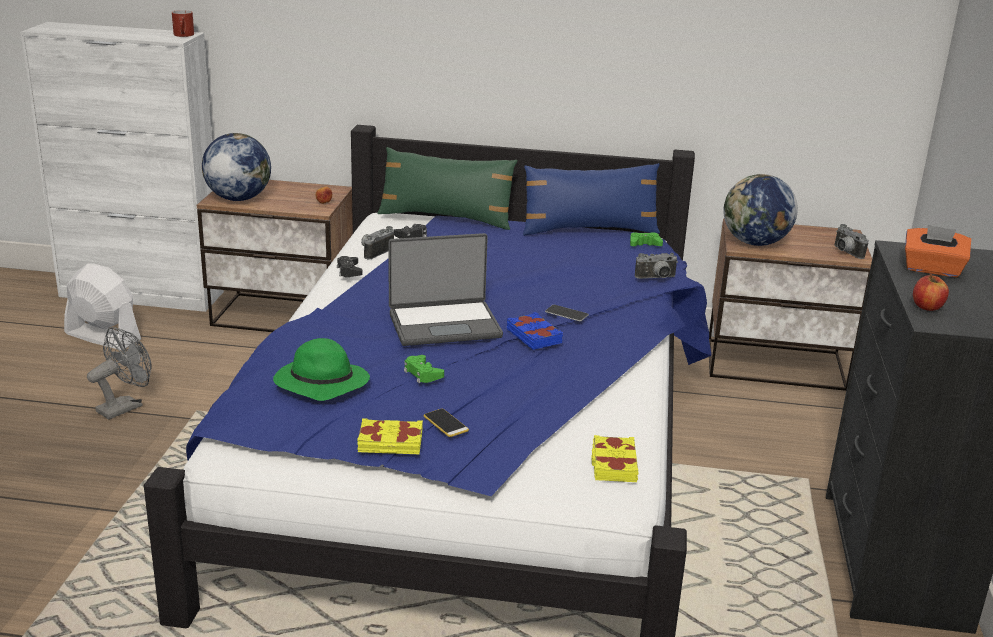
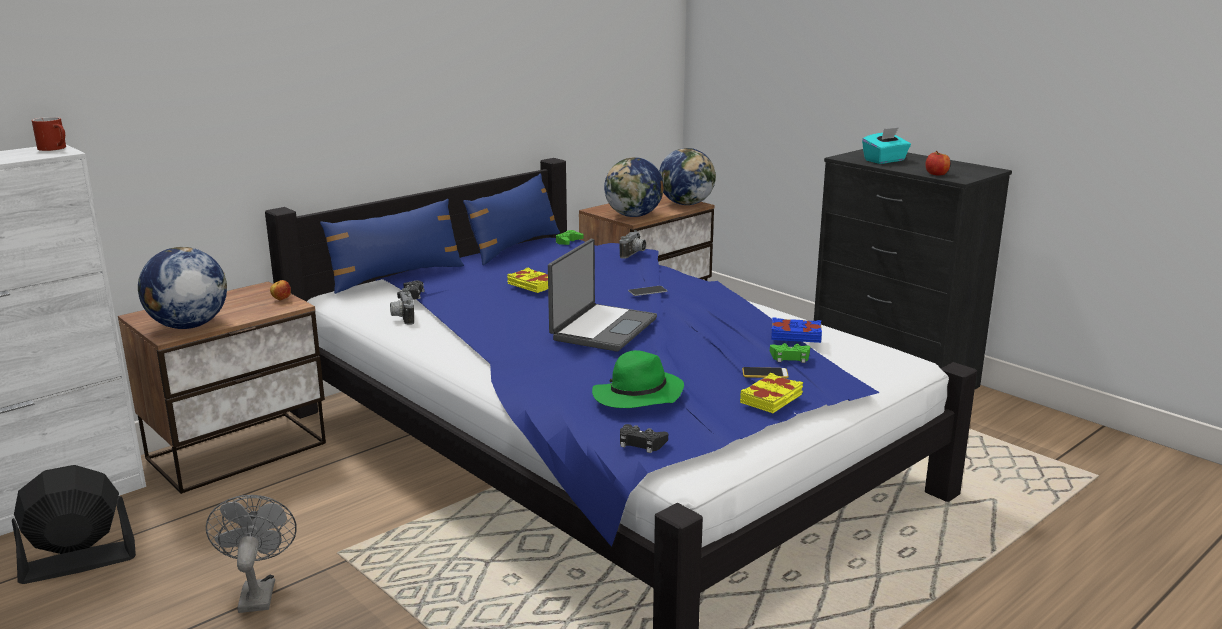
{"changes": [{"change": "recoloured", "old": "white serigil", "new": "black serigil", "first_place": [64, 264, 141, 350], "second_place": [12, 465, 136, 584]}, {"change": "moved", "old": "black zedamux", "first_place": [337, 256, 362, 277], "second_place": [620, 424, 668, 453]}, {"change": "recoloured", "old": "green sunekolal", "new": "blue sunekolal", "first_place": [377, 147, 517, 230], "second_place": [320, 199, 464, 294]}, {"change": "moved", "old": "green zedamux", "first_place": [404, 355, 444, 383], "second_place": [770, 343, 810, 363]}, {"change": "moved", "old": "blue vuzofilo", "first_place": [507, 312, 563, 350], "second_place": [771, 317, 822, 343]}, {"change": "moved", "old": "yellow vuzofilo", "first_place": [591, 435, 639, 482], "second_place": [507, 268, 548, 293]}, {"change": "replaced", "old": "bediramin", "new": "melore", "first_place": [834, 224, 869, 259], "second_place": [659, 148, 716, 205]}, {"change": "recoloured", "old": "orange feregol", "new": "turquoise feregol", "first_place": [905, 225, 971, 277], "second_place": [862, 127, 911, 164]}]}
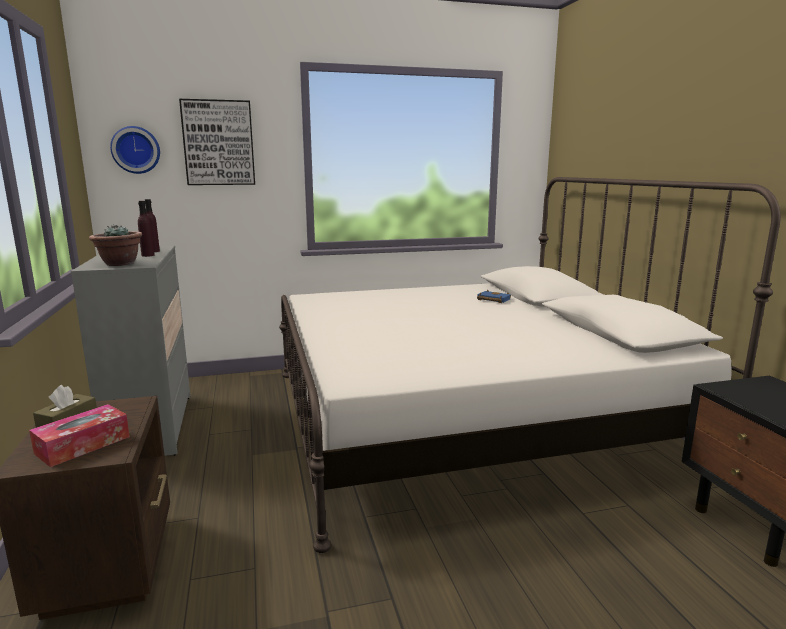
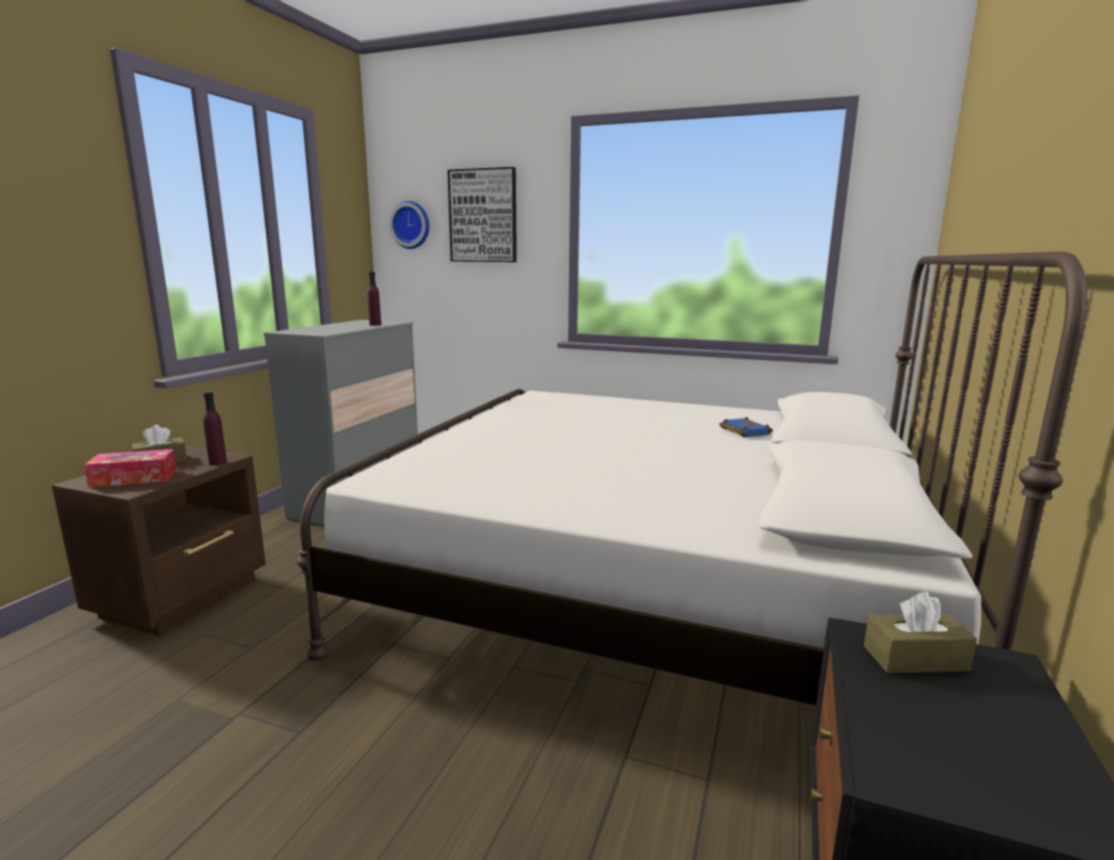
{"changes": [{"change": "removed", "old": "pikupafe", "first_place": [89, 224, 142, 266]}, {"change": "moved", "old": "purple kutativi", "first_place": [138, 201, 155, 257], "second_place": [203, 392, 227, 465]}, {"change": "added", "new": "brown feregol", "second_place": [864, 592, 977, 673]}]}
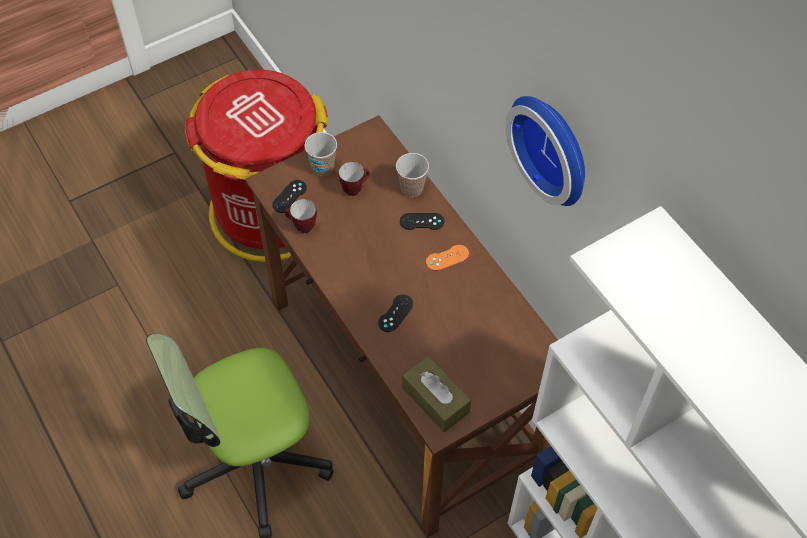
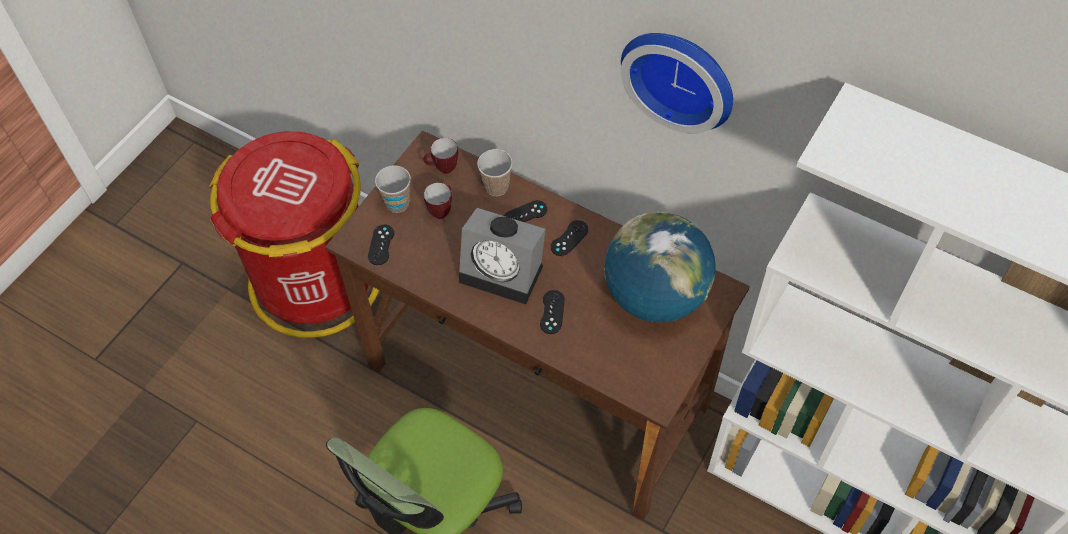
{"changes": [{"change": "moved", "old": "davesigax", "first_place": [285, 199, 317, 233], "second_place": [423, 138, 458, 174]}, {"change": "removed", "old": "brown feregol", "first_place": [403, 356, 471, 432]}, {"change": "recoloured", "old": "orange zedamux", "new": "black zedamux", "first_place": [426, 245, 469, 271], "second_place": [551, 220, 589, 256]}, {"change": "added", "new": "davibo", "second_place": [459, 208, 545, 304]}, {"change": "added", "new": "melore", "second_place": [604, 212, 716, 323]}]}
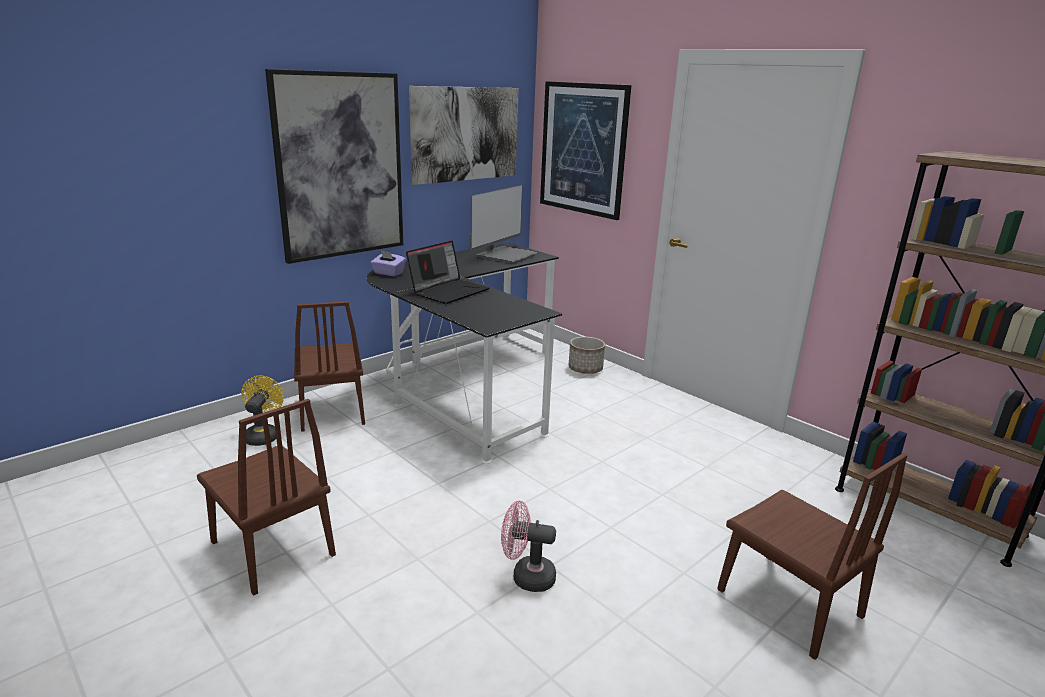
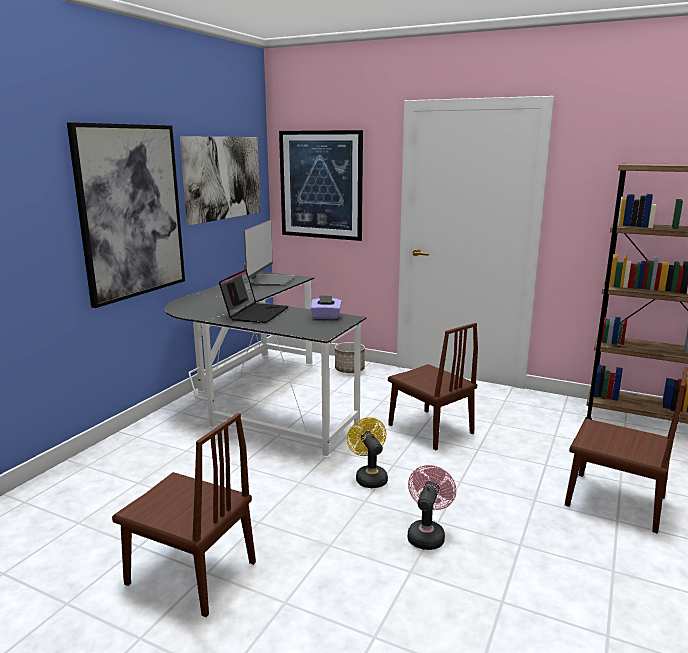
{"changes": [{"change": "moved", "old": "yellow serigil", "first_place": [241, 376, 284, 446], "second_place": [347, 417, 388, 488]}, {"change": "moved", "old": "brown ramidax", "first_place": [294, 301, 365, 432], "second_place": [388, 323, 478, 450]}, {"change": "moved", "old": "purple feregol", "first_place": [371, 251, 406, 277], "second_place": [310, 295, 342, 319]}, {"change": "turned", "old": "pink serigil", "first_place": [501, 501, 556, 592], "second_place": [408, 465, 456, 550], "degrees": 120}]}
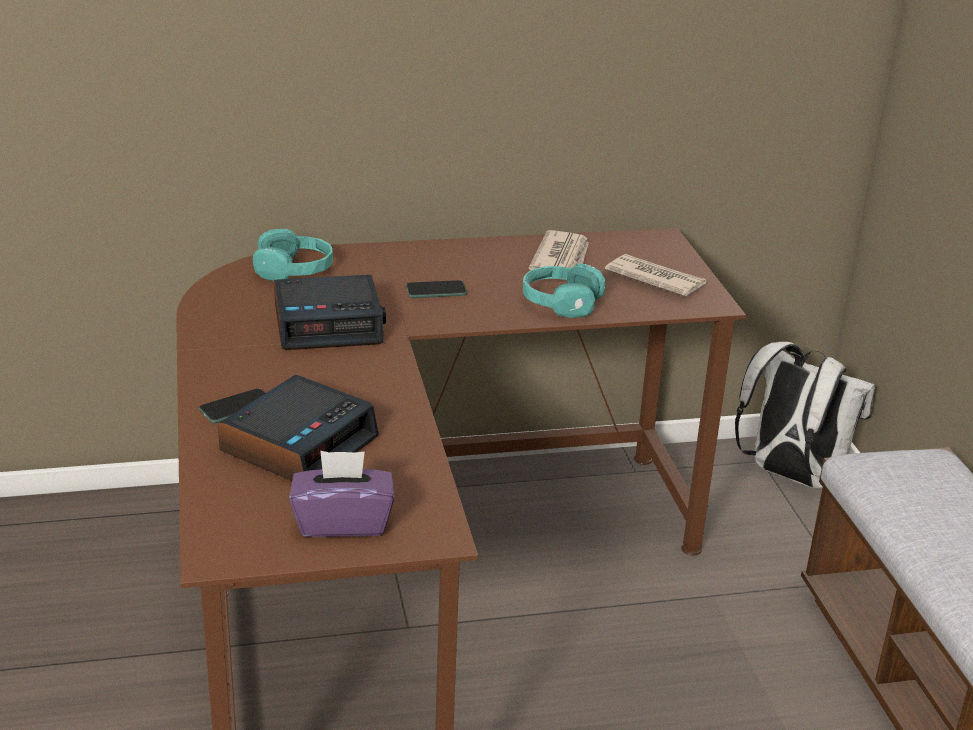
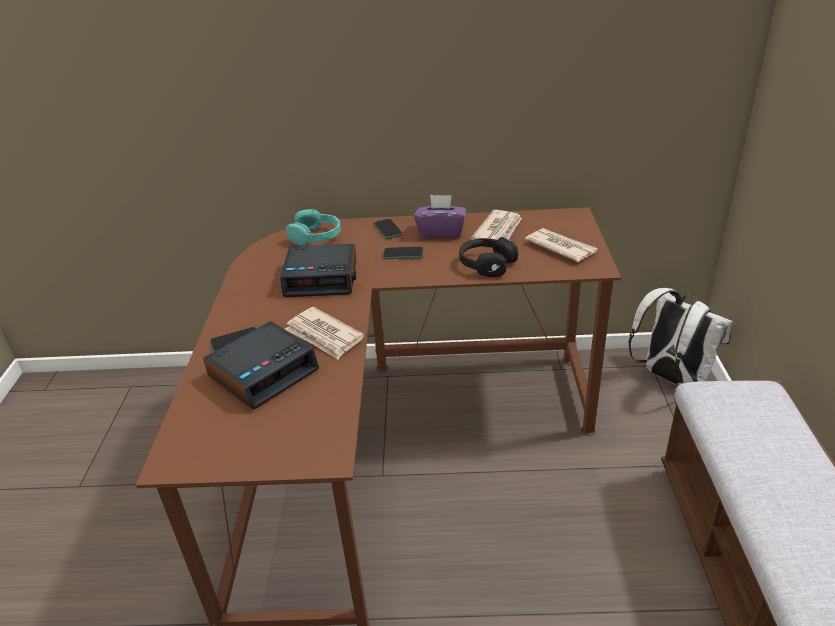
{"changes": [{"change": "moved", "old": "purple feregol", "first_place": [289, 451, 394, 537], "second_place": [414, 195, 466, 238]}, {"change": "recoloured", "old": "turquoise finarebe", "new": "black finarebe", "first_place": [523, 263, 605, 318], "second_place": [459, 237, 518, 277]}, {"change": "added", "new": "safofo", "second_place": [285, 307, 364, 359]}, {"change": "added", "new": "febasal", "second_place": [373, 219, 403, 239]}]}
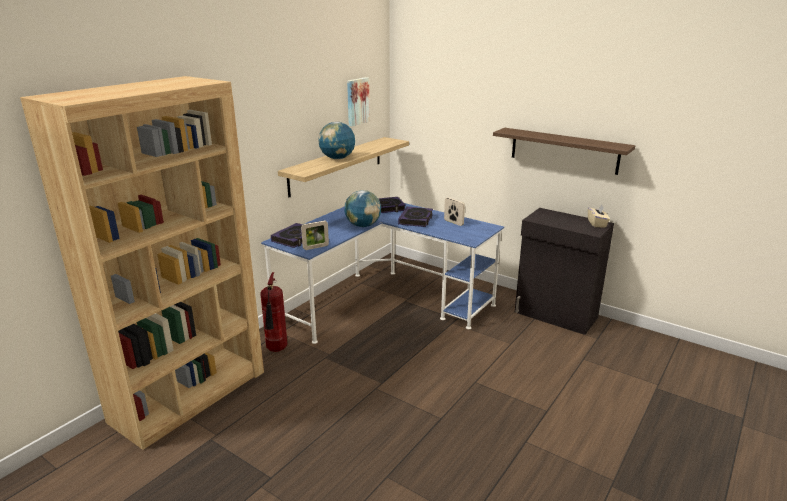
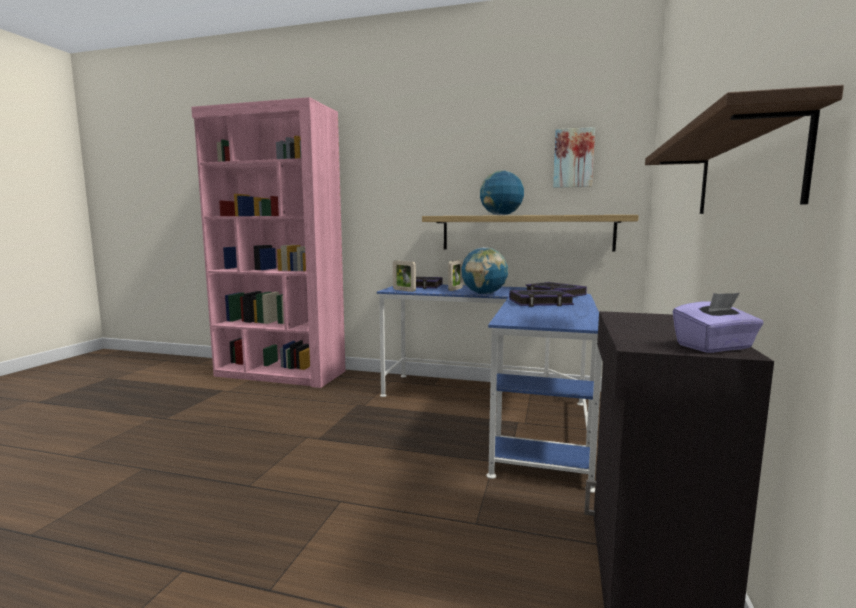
{"changes": [{"change": "recoloured", "old": "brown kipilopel", "new": "pink kipilopel", "first_place": [20, 76, 264, 450], "second_place": [191, 97, 346, 388]}, {"change": "removed", "old": "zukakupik", "first_place": [260, 272, 287, 352]}, {"change": "moved", "old": "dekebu", "first_place": [444, 197, 465, 226], "second_place": [448, 260, 463, 291]}, {"change": "recoloured", "old": "beige feregol", "new": "purple feregol", "first_place": [588, 204, 610, 227], "second_place": [673, 293, 764, 353]}]}
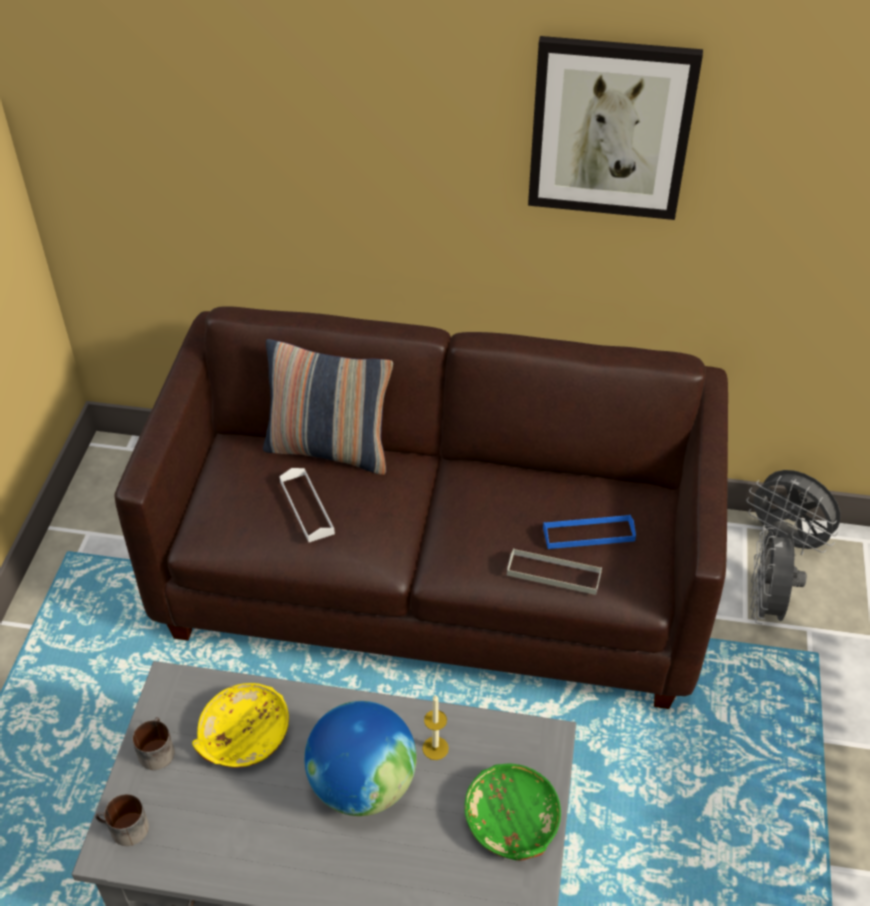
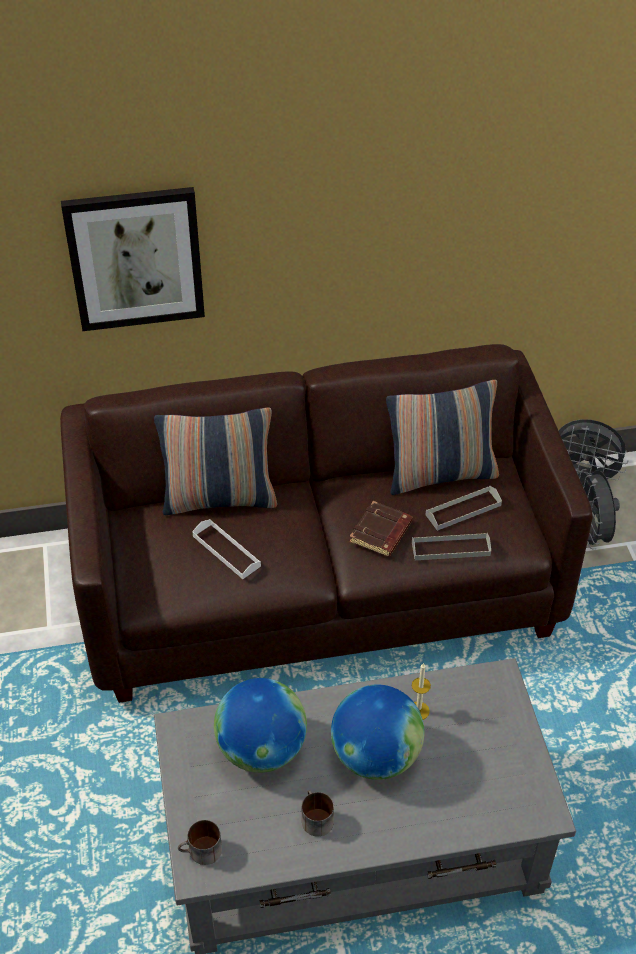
{"changes": [{"change": "moved", "old": "davesigax", "first_place": [132, 717, 174, 770], "second_place": [302, 790, 334, 836]}, {"change": "replaced", "old": "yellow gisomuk", "new": "melore", "first_place": [192, 683, 289, 768], "second_place": [214, 678, 307, 773]}, {"change": "removed", "old": "green gisomuk", "first_place": [464, 764, 561, 861]}, {"change": "moved", "old": "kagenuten", "first_place": [528, 36, 703, 220], "second_place": [61, 187, 205, 331]}, {"change": "recoloured", "old": "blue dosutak", "new": "grey dosutak", "first_place": [543, 514, 636, 549], "second_place": [426, 486, 502, 531]}, {"change": "added", "new": "brown vuzofilo", "second_place": [349, 501, 412, 557]}, {"change": "added", "new": "sunekolal", "second_place": [386, 380, 499, 495]}]}
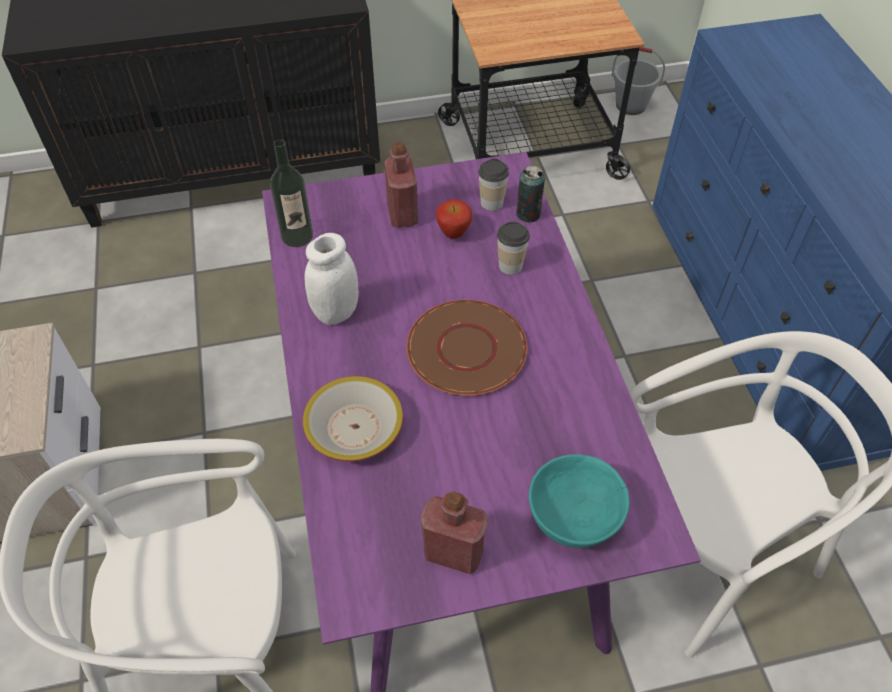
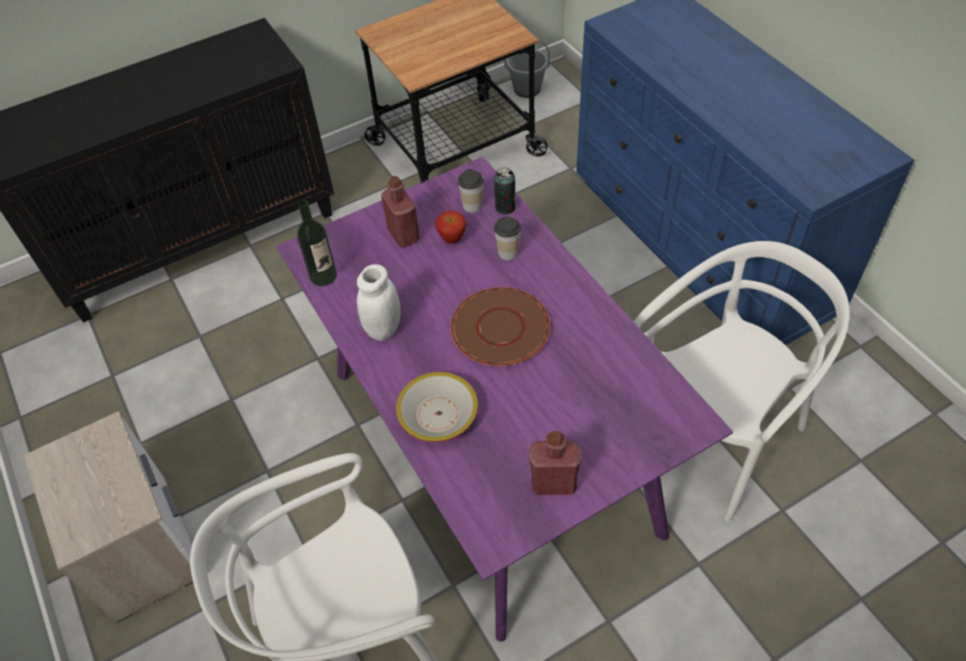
{"changes": [{"change": "removed", "old": "turquoise gisomuk", "first_place": [529, 454, 630, 548]}]}
